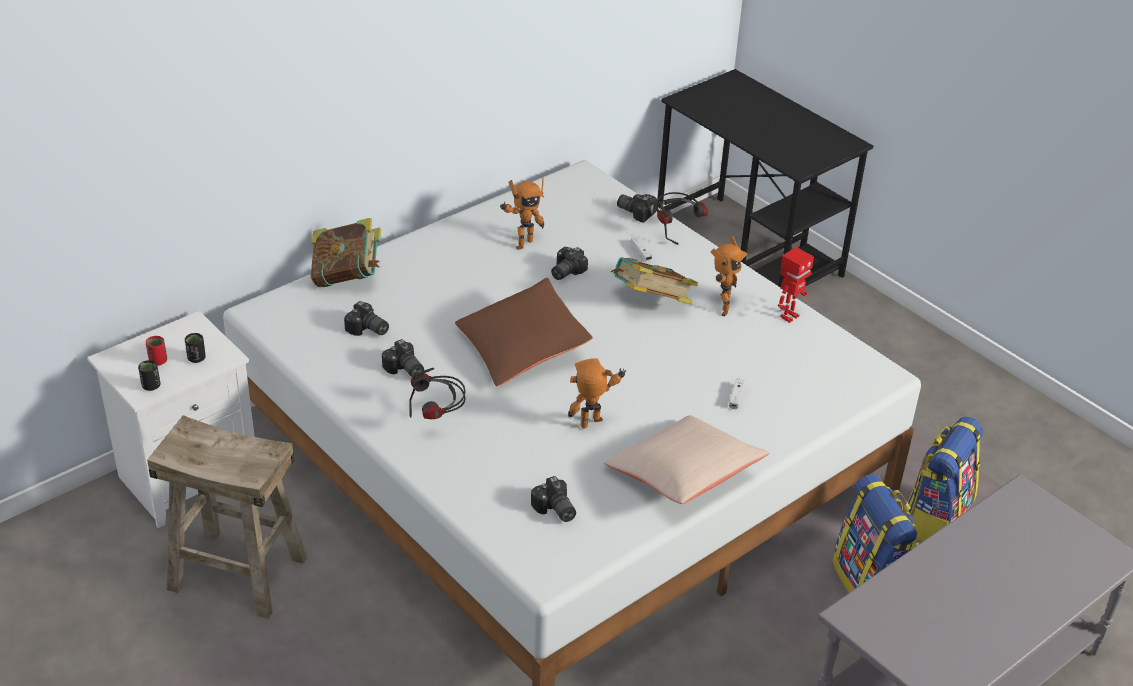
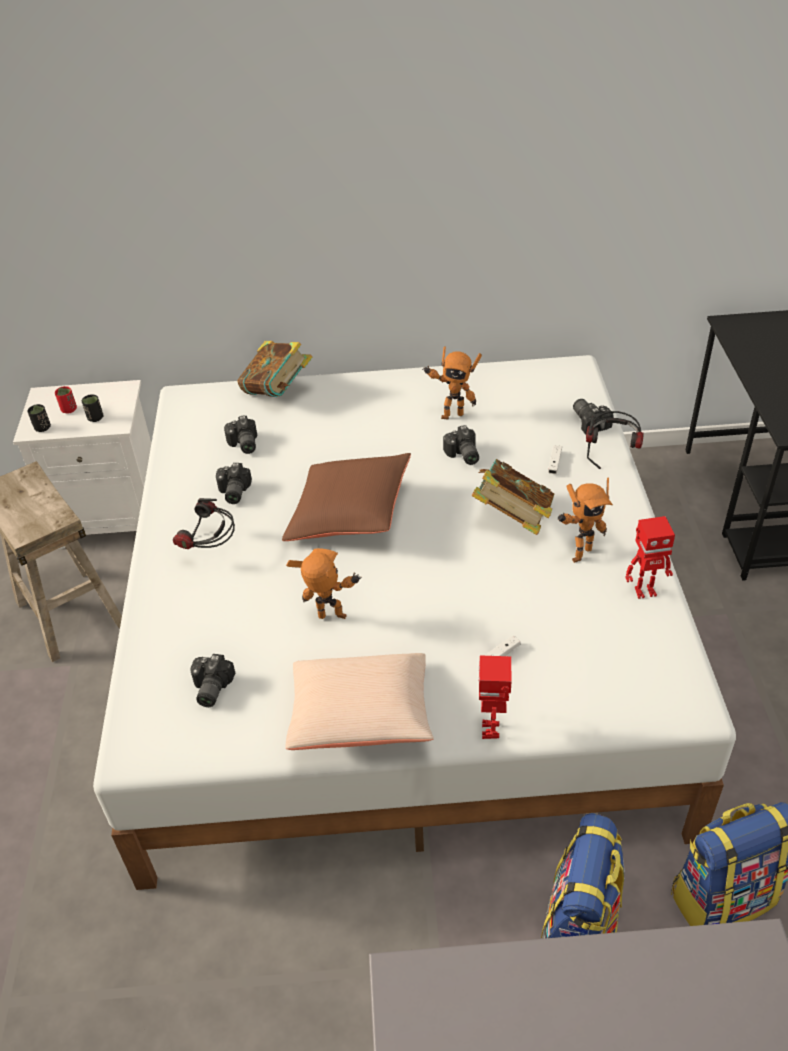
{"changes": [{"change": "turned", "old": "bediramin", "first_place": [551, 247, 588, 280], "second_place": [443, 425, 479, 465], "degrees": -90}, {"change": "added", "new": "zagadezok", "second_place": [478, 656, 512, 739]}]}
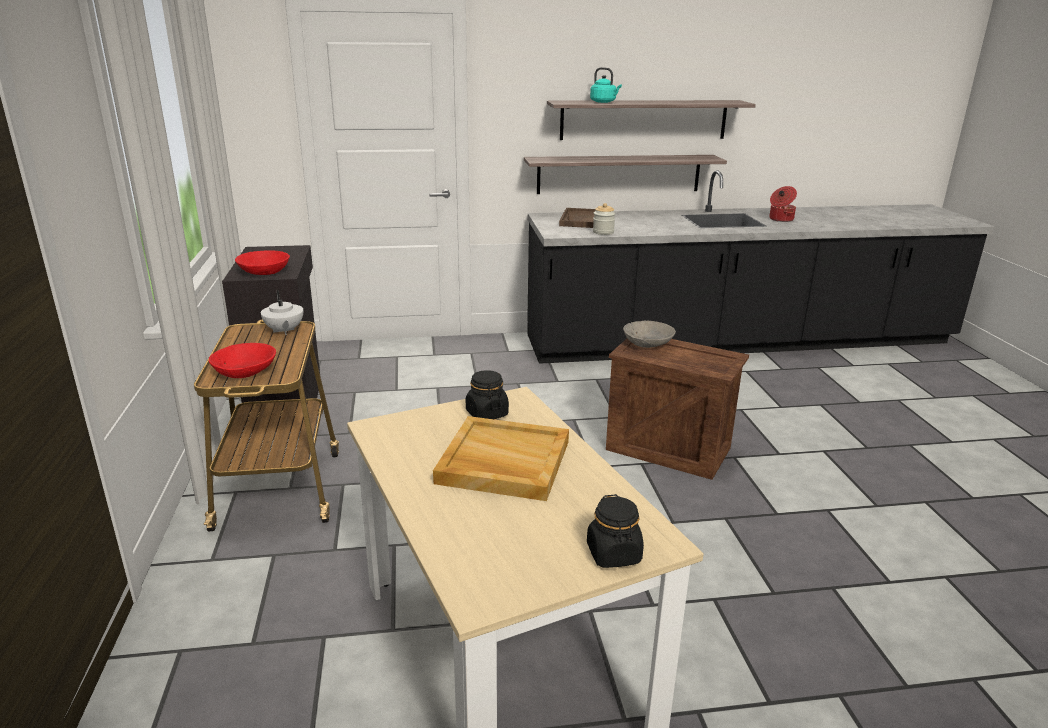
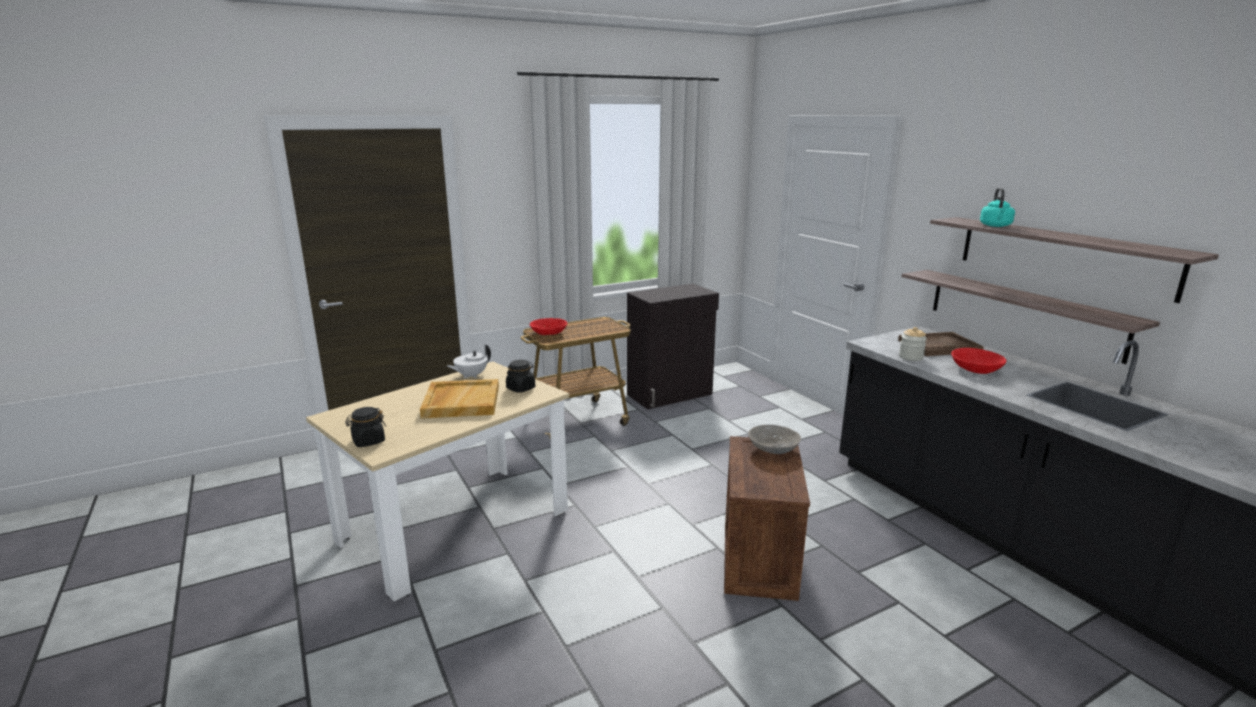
{"changes": [{"change": "moved", "old": "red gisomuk", "first_place": [235, 250, 290, 275], "second_place": [951, 348, 1007, 374]}, {"change": "moved", "old": "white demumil", "first_place": [261, 290, 303, 335], "second_place": [447, 344, 491, 378]}, {"change": "removed", "old": "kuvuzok", "first_place": [769, 186, 797, 222]}]}
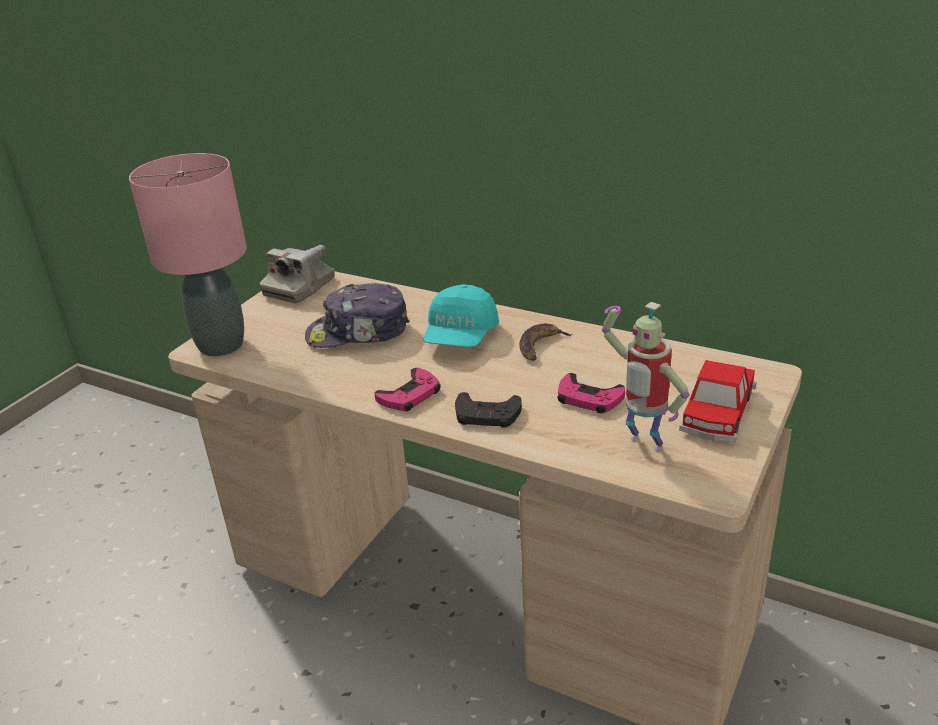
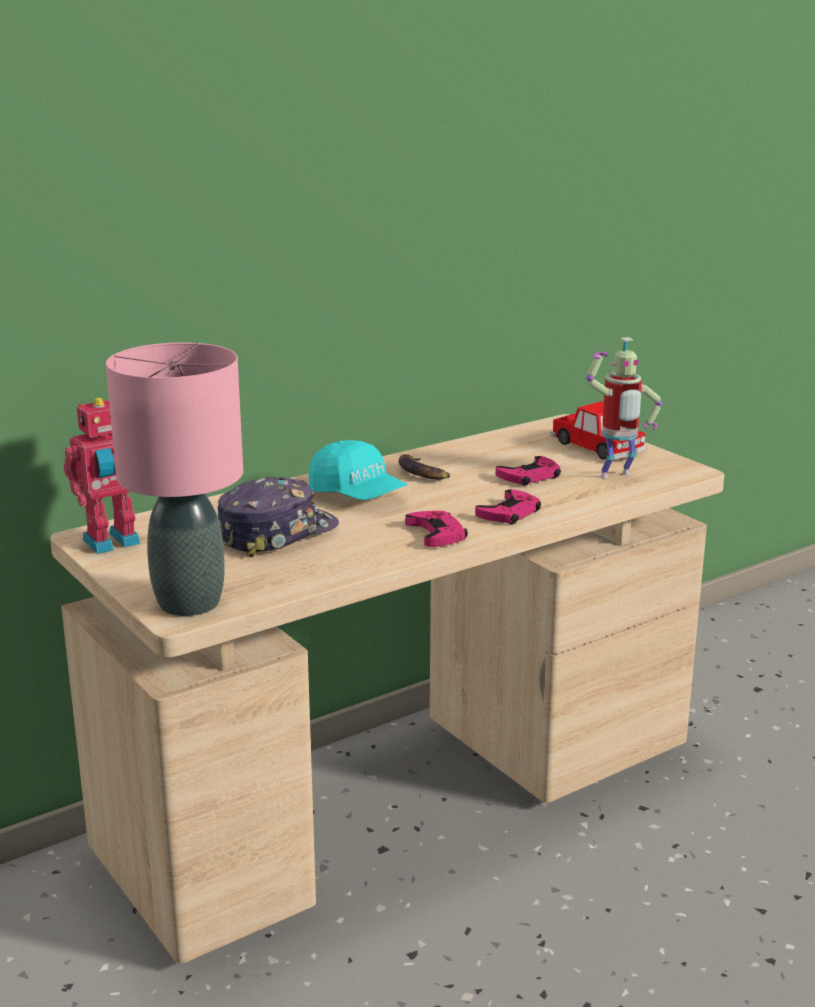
{"changes": [{"change": "replaced", "old": "bediramin", "new": "zagadezok", "first_place": [260, 245, 335, 303], "second_place": [64, 398, 141, 554]}, {"change": "turned", "old": "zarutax", "first_place": [305, 283, 410, 348], "second_place": [218, 477, 339, 557], "degrees": -150}, {"change": "recoloured", "old": "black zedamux", "new": "pink zedamux", "first_place": [455, 392, 522, 428], "second_place": [475, 489, 541, 524]}]}
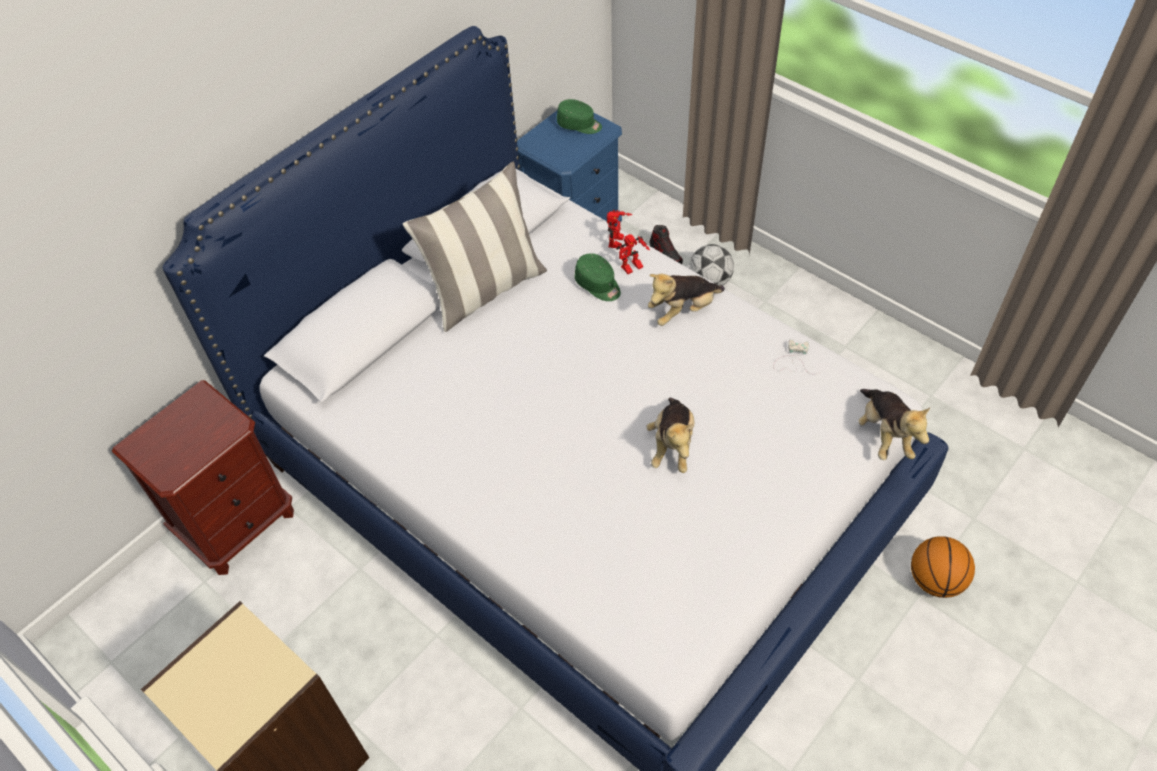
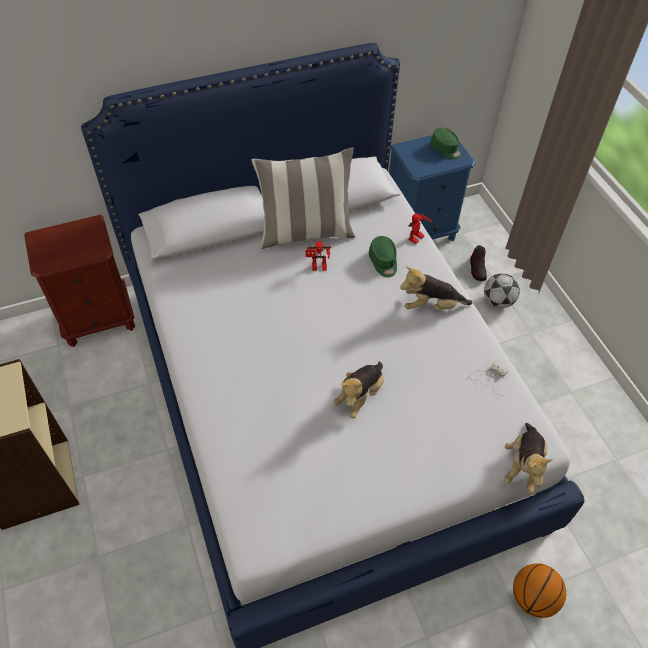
{"changes": [{"change": "moved", "old": "zagadezok", "first_place": [616, 234, 650, 274], "second_place": [306, 241, 331, 271]}]}
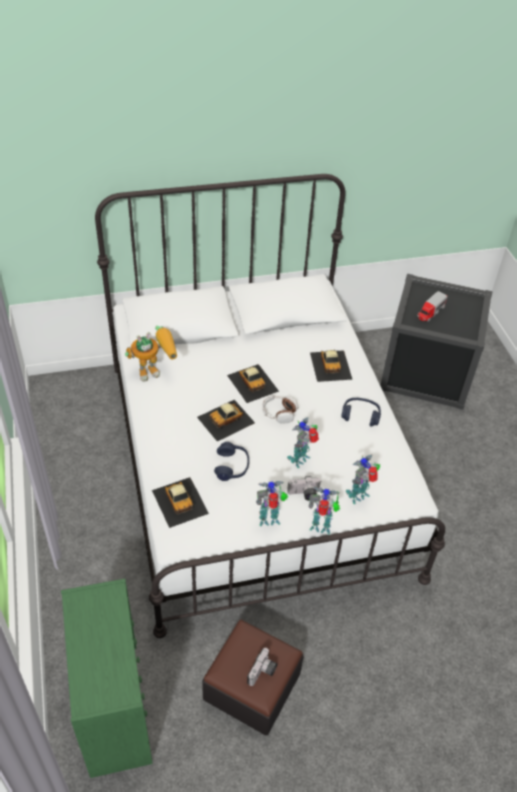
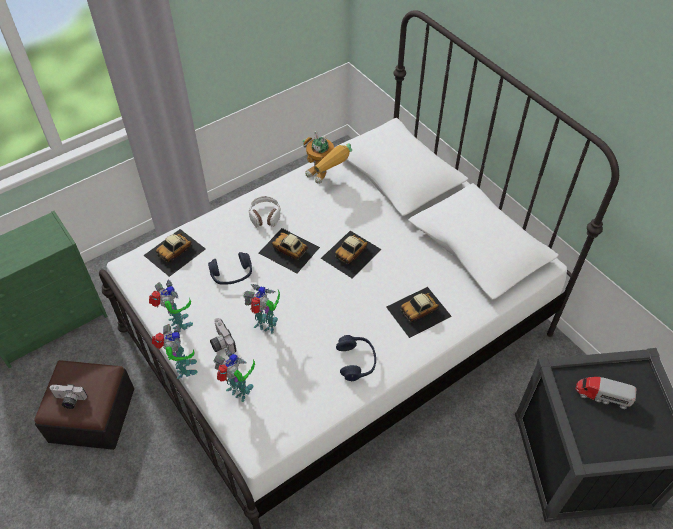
{"changes": [{"change": "moved", "old": "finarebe", "first_place": [262, 395, 298, 424], "second_place": [249, 196, 281, 227]}]}
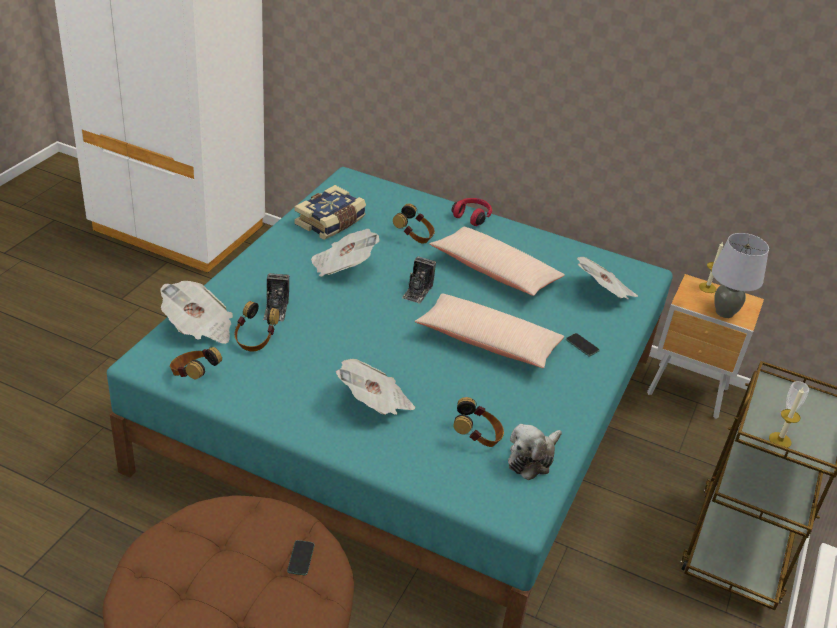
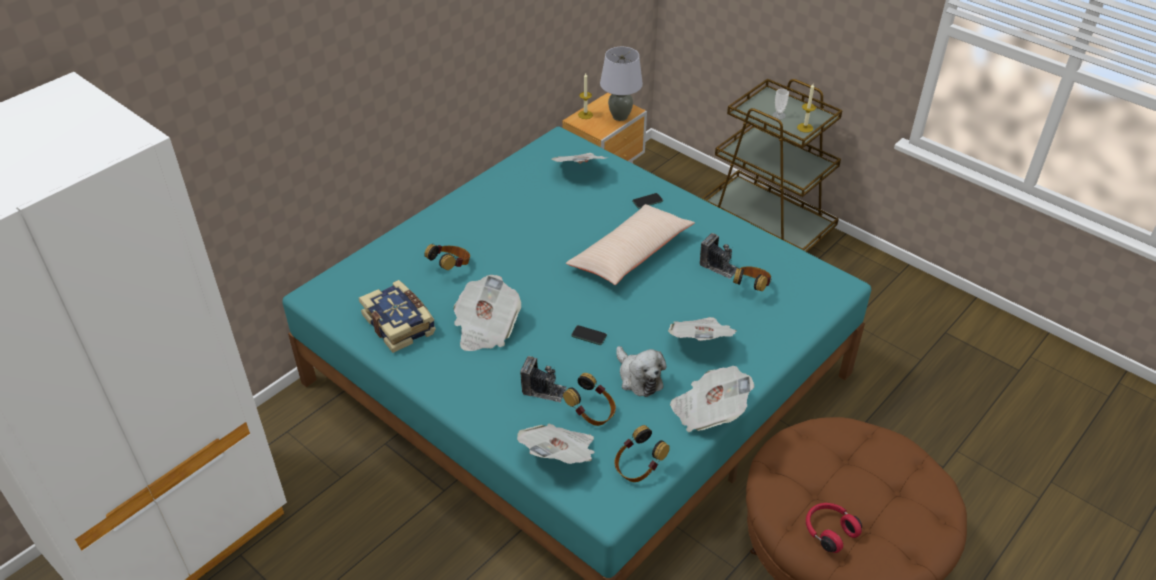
{"changes": [{"change": "moved", "old": "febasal", "first_place": [287, 540, 315, 576], "second_place": [571, 325, 607, 345]}, {"change": "moved", "old": "bediramin", "first_place": [402, 256, 436, 303], "second_place": [700, 233, 737, 279]}, {"change": "removed", "old": "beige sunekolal", "first_place": [429, 227, 565, 296]}, {"change": "moved", "old": "red finarebe", "first_place": [452, 198, 492, 226], "second_place": [806, 503, 862, 553]}, {"change": "moved", "old": "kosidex", "first_place": [508, 424, 562, 480], "second_place": [616, 346, 666, 397]}, {"change": "added", "new": "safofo", "second_place": [670, 366, 754, 432]}]}
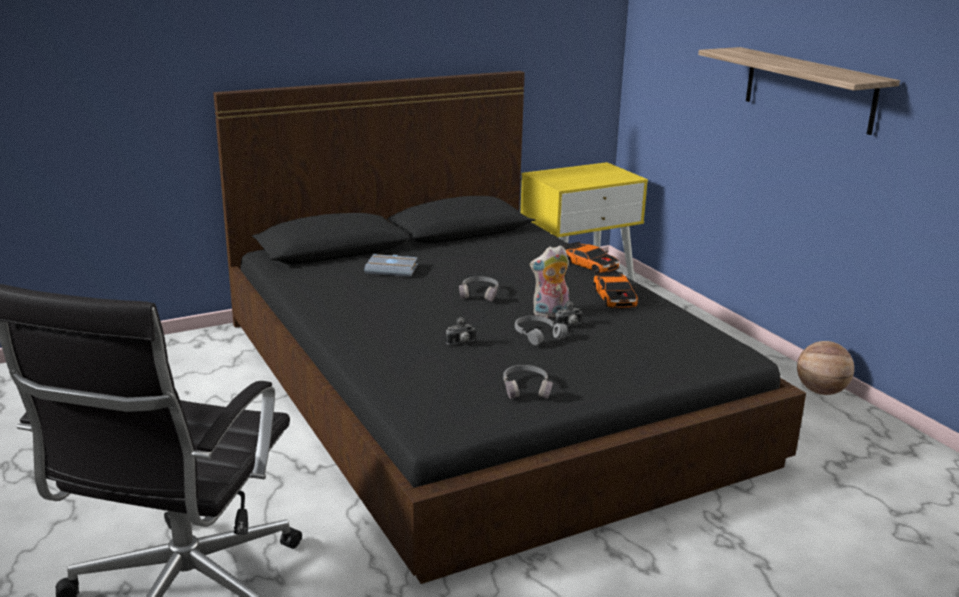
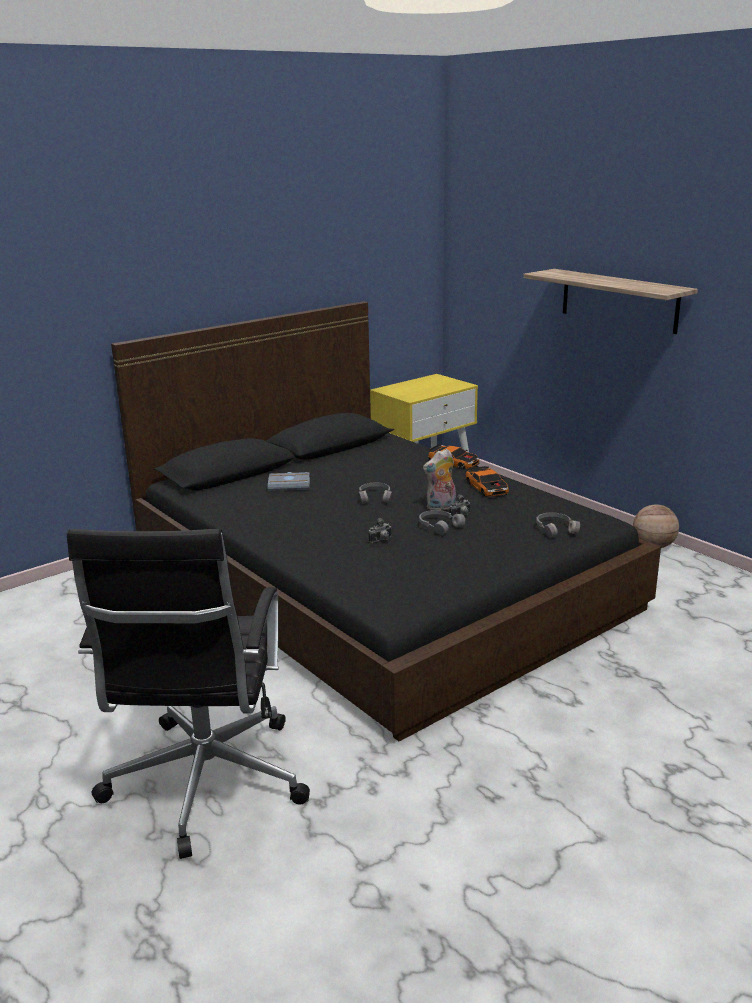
{"changes": [{"change": "moved", "old": "grey finarebe", "first_place": [503, 365, 553, 399], "second_place": [536, 513, 580, 538]}]}
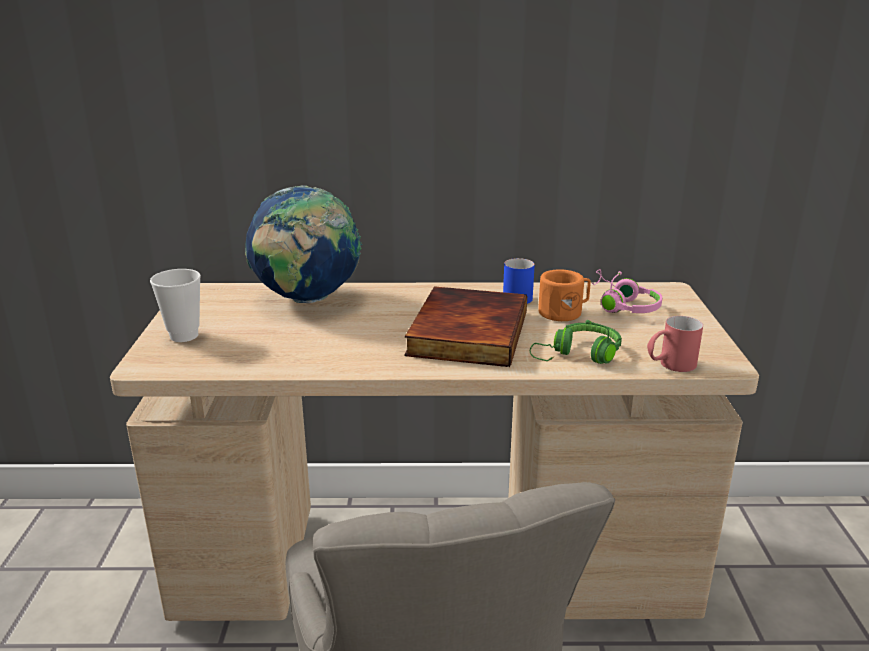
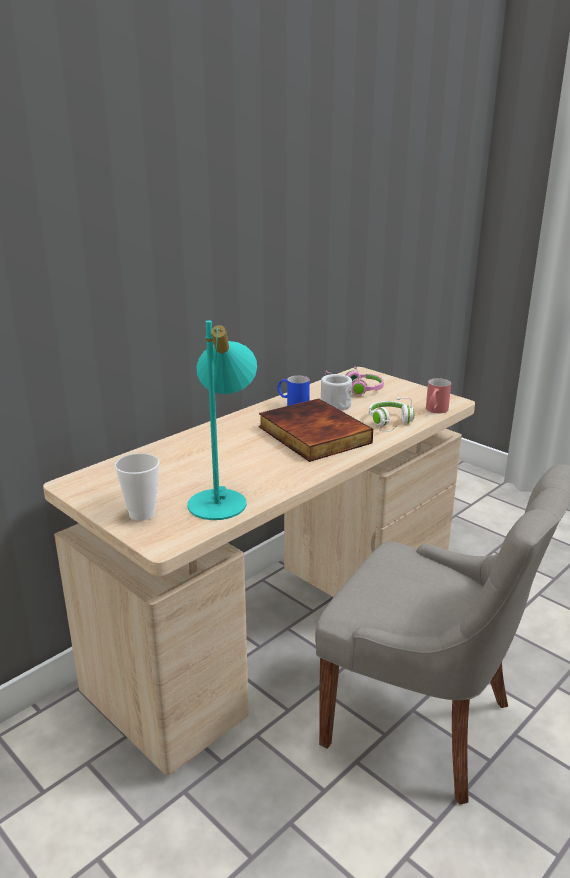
{"changes": [{"change": "removed", "old": "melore", "first_place": [245, 185, 362, 303]}, {"change": "recoloured", "old": "green finarebe", "new": "white finarebe", "first_place": [530, 320, 622, 364], "second_place": [369, 397, 414, 432]}, {"change": "recoloured", "old": "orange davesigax", "new": "white davesigax", "first_place": [539, 270, 591, 321], "second_place": [321, 374, 352, 411]}, {"change": "added", "new": "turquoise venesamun", "second_place": [188, 321, 257, 520]}]}
